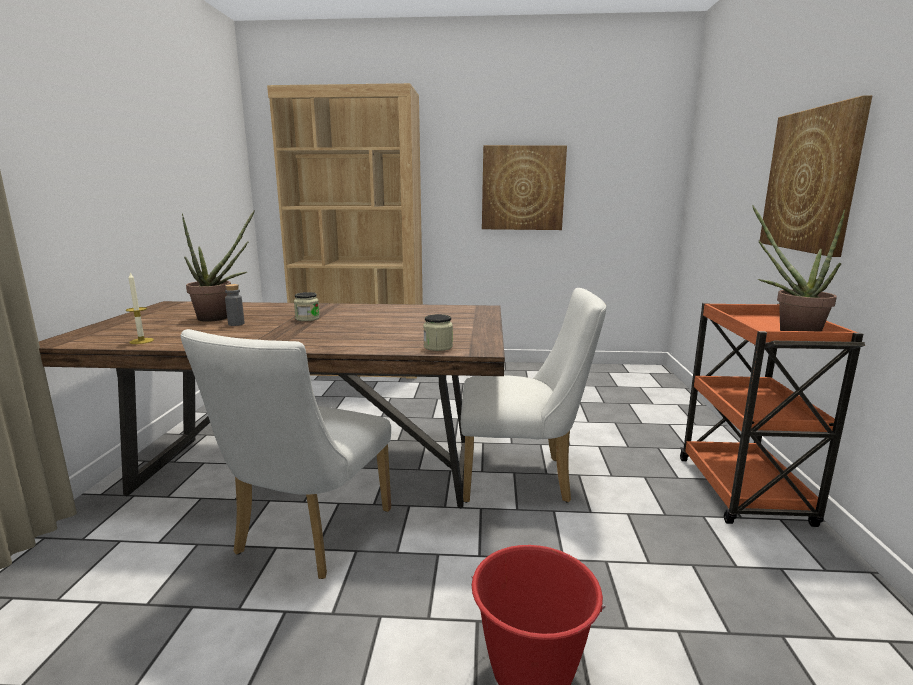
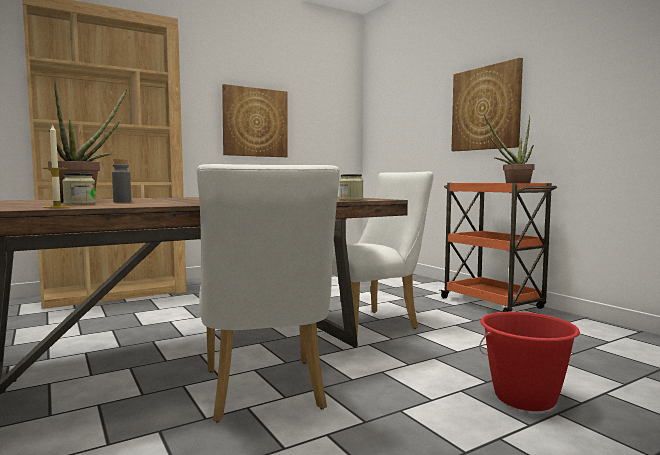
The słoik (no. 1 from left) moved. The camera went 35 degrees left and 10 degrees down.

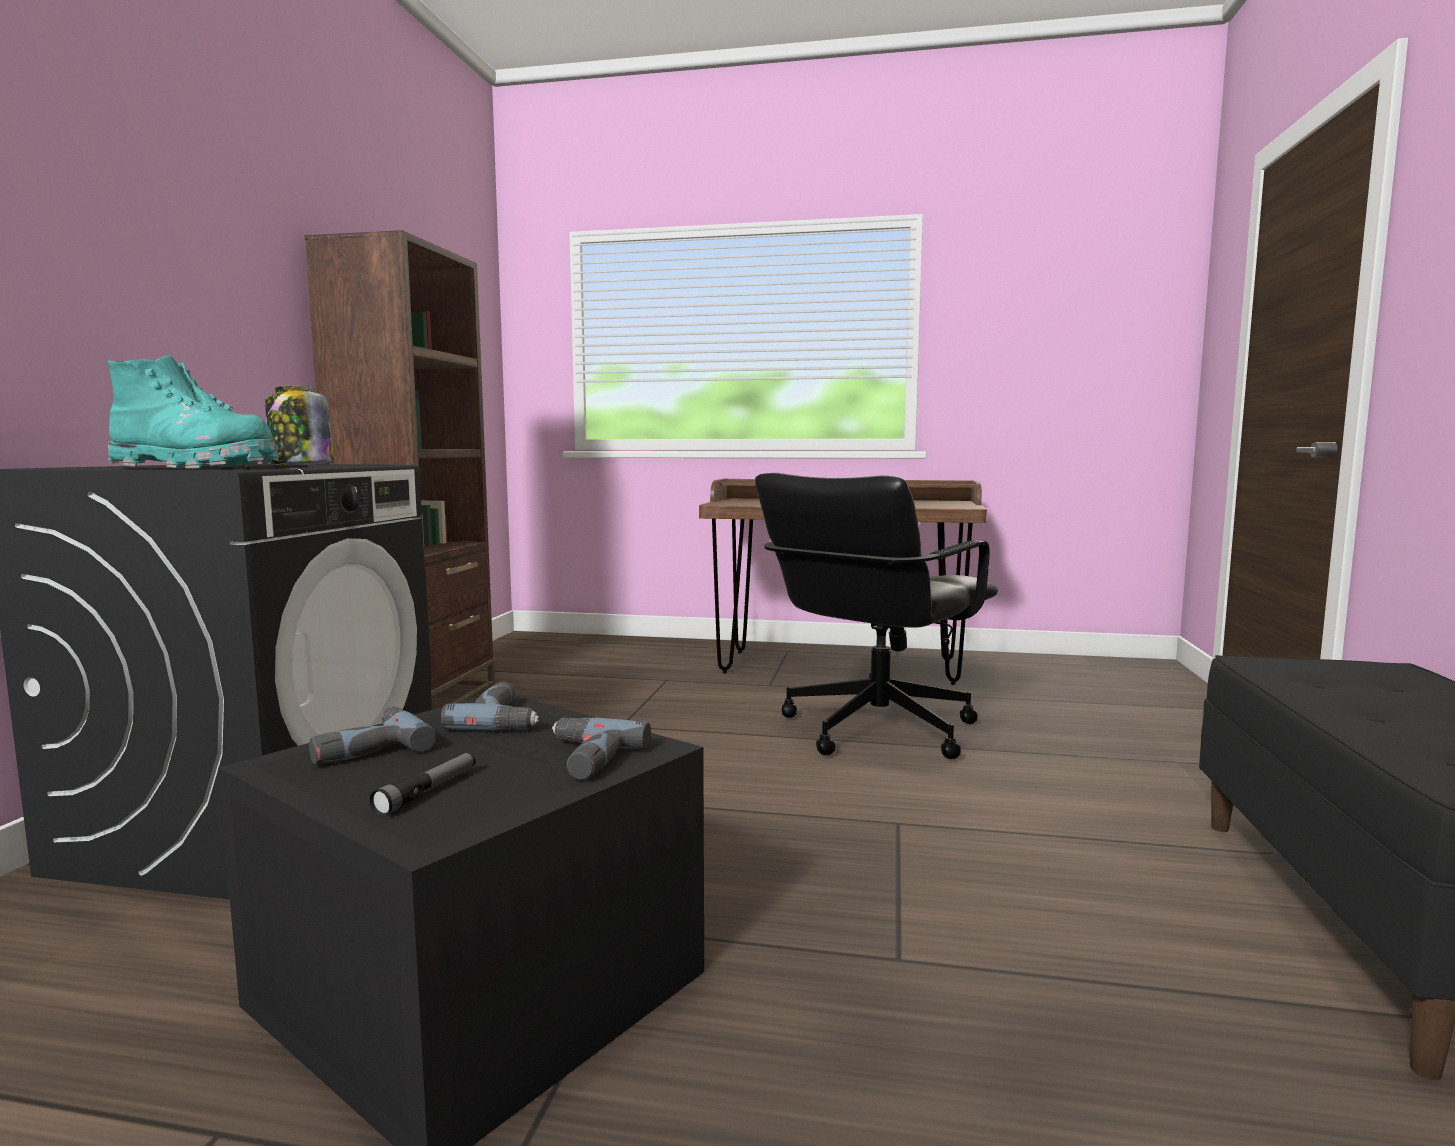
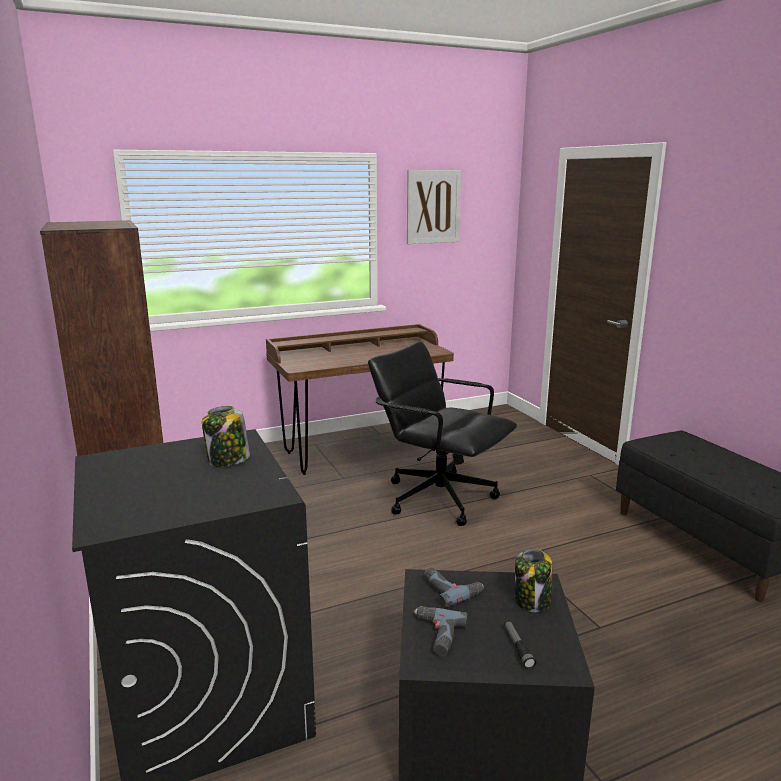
The but z cholewką [turkusowy] disappeared. The wiertarka (no. 3 from left) was replaced by the słoik (no. 2 from left). The krzesło biurowe [czarny] turned 120 degrees clockwise. The obraz appeared. The camera went 35 degrees left and 10 degrees up.

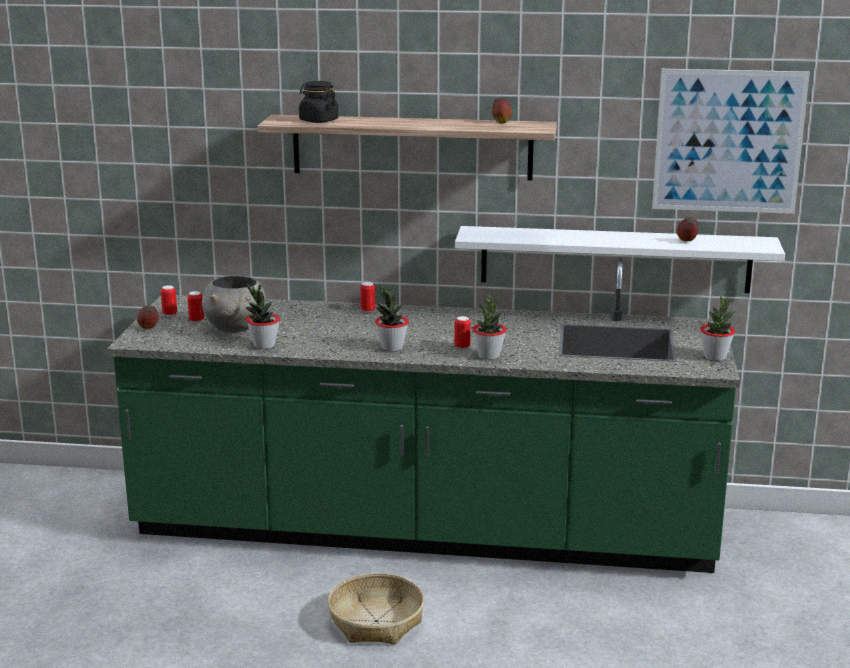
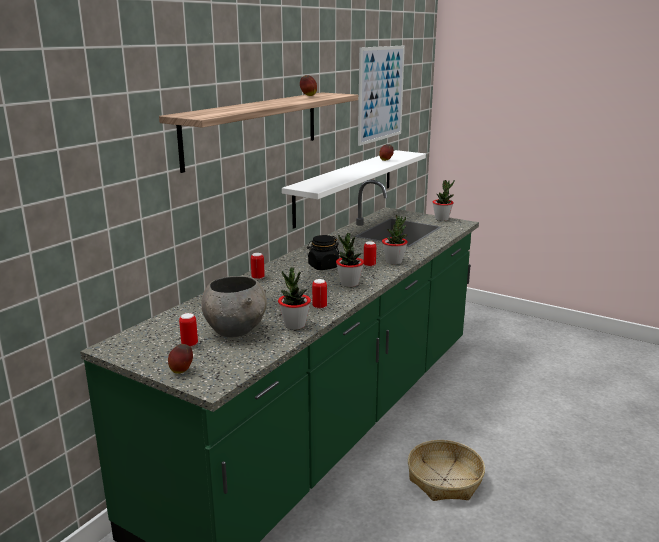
The puszka (no. 1 from left in the first image) moved. The słoik [czarny] moved. The camera went 65 degrees left and 0 degrees up.

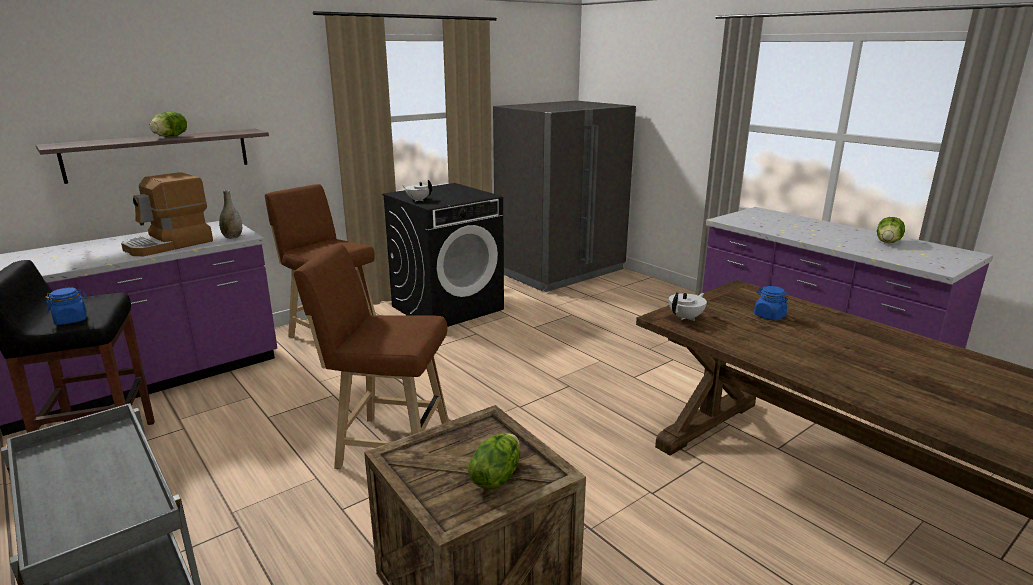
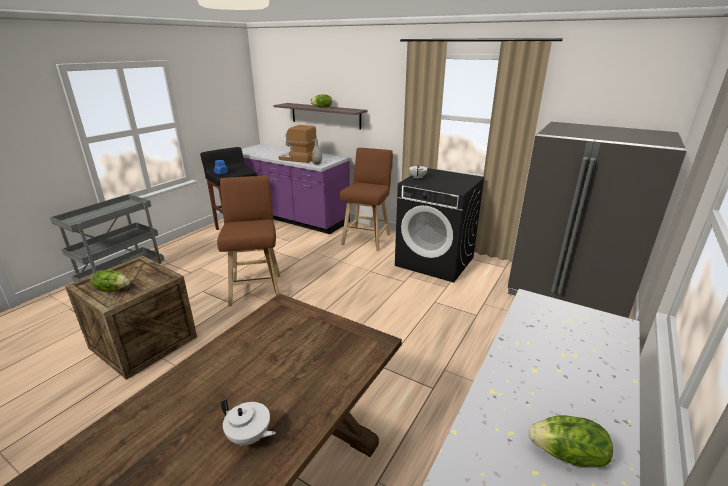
The imbryk [biały] (no. 2 from left in the first image) moved. The słoik [niebieski] (no. 2 from left) disappeared. The camera went 70 degrees right and 5 degrees up.

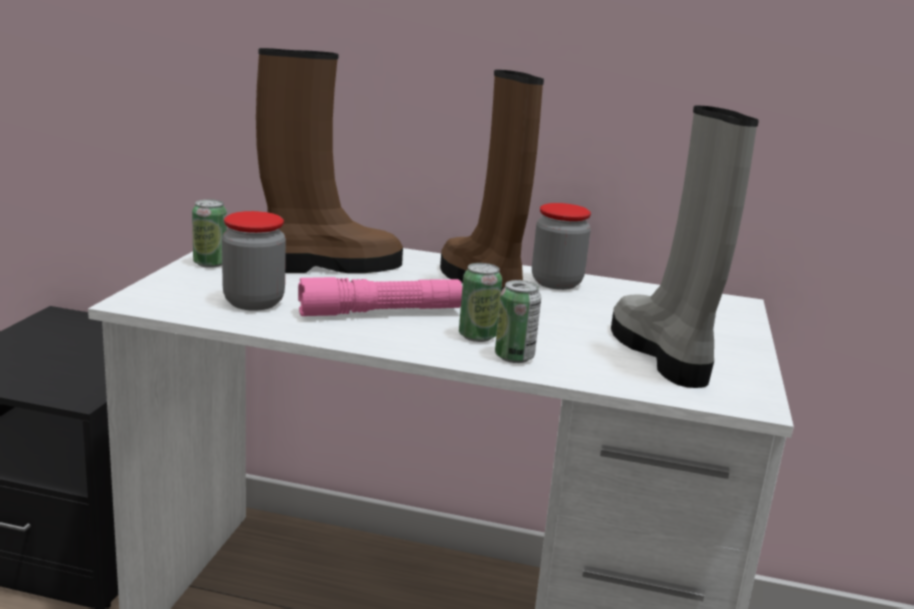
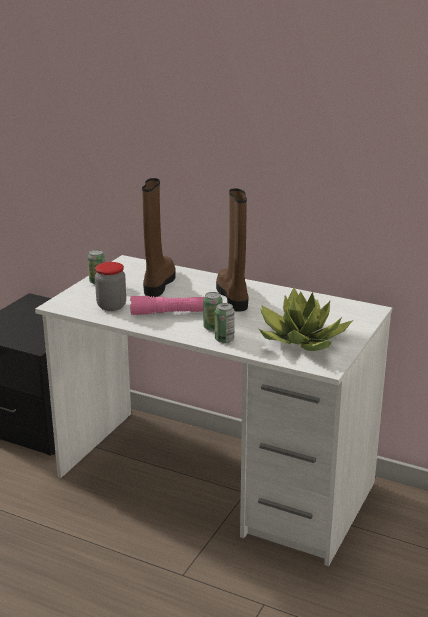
The but z cholewką [brązowy] (no. 1 from left) turned 75 degrees counterclockwise. The słoik (no. 2 from left) disappeared. The but z cholewką [szary] was replaced by the roślina doniczkowa. The camera went 15 degrees right and 5 degrees up.

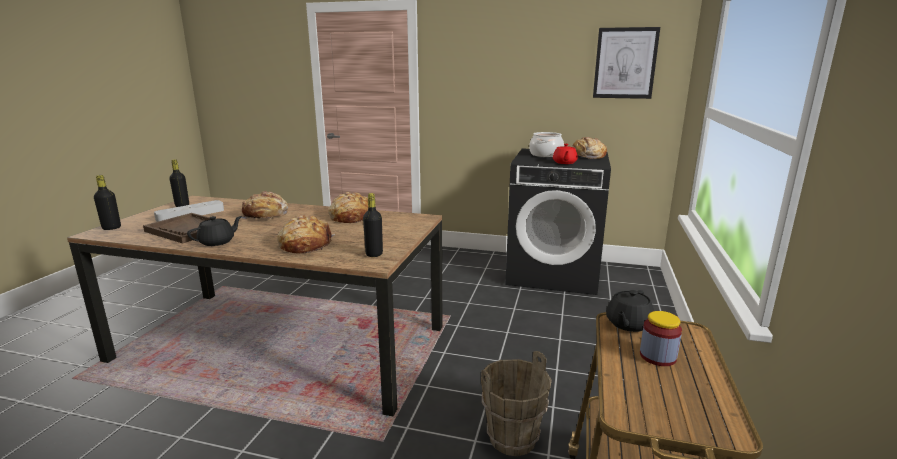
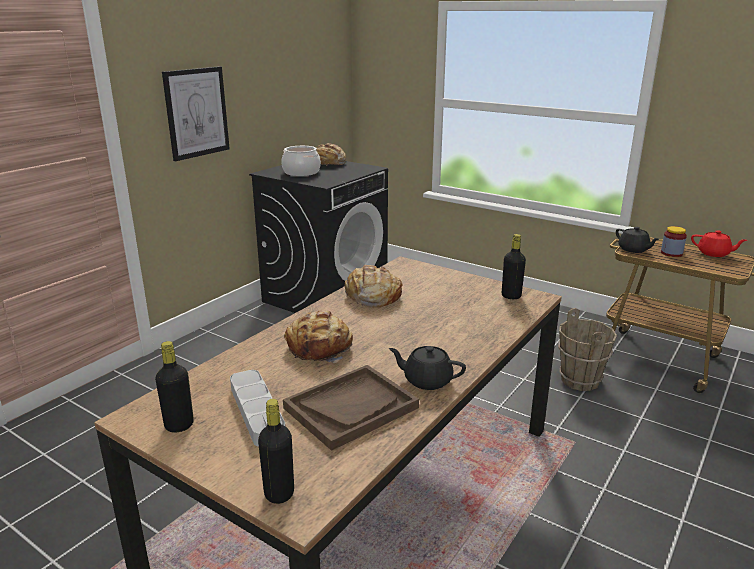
The imbryk [czarny] (no. 1 from left) turned 45 degrees counterclockwise. The chleb (no. 2 from left) disappeared. The imbryk [czerwony] moved. The obraz moved. The camera went 70 degrees left and 5 degrees up.

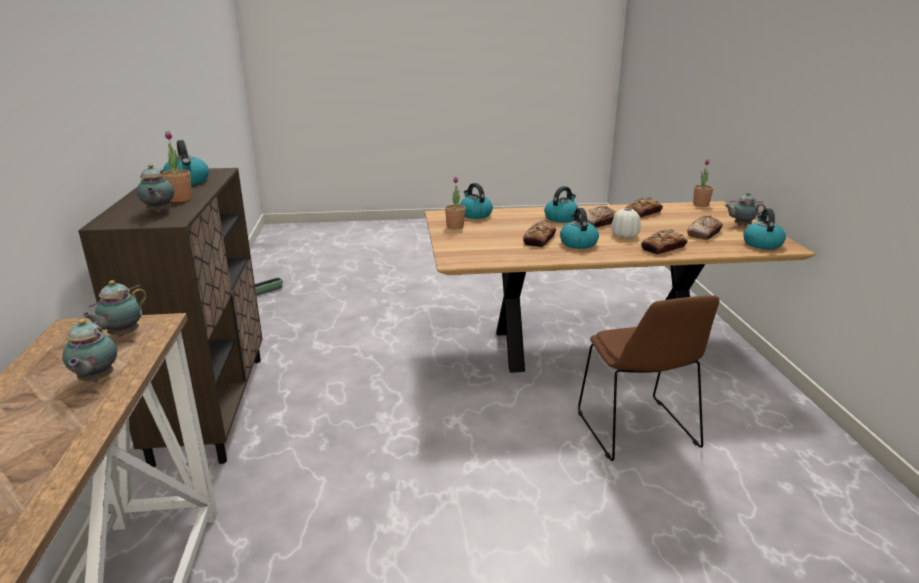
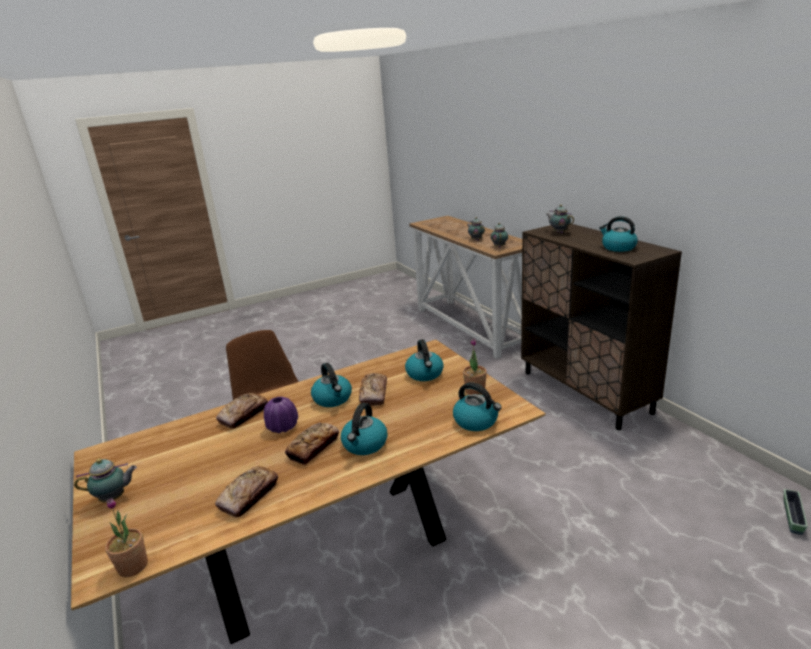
The roślina doniczkowa (no. 1 from left) disappeared. The wazon [biały] became the wazon [fioletowy]. The chleb (no. 5 from left) disappeared. The czajnik (no. 5 from left in the first image) moved. The camera went 160 degrees right and 0 degrees up.

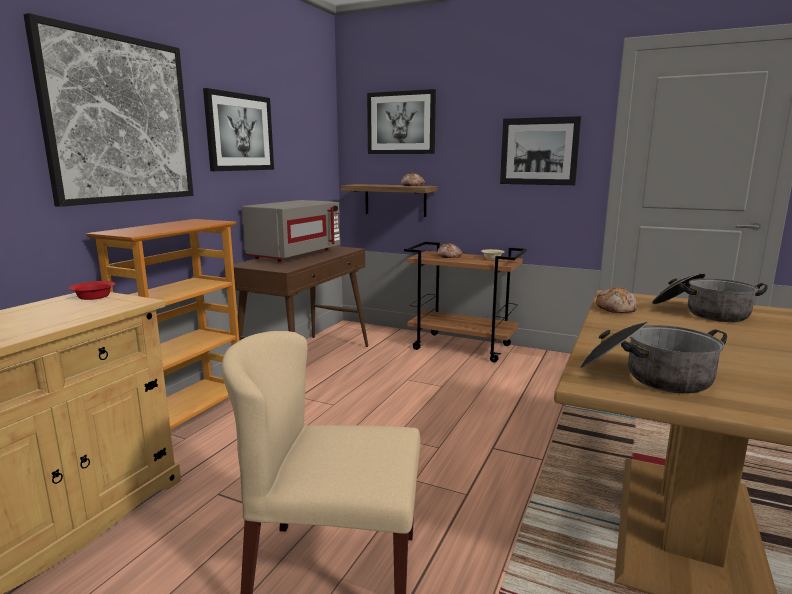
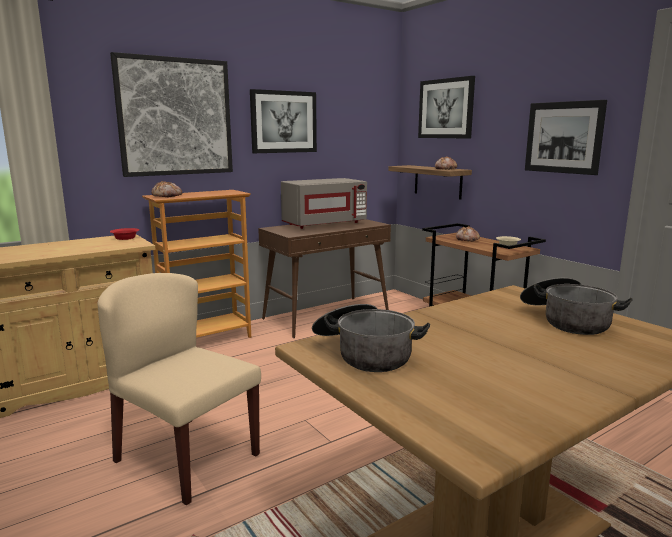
The chleb (no. 3 from left in the first image) moved. The camera went 30 degrees right and 0 degrees up.

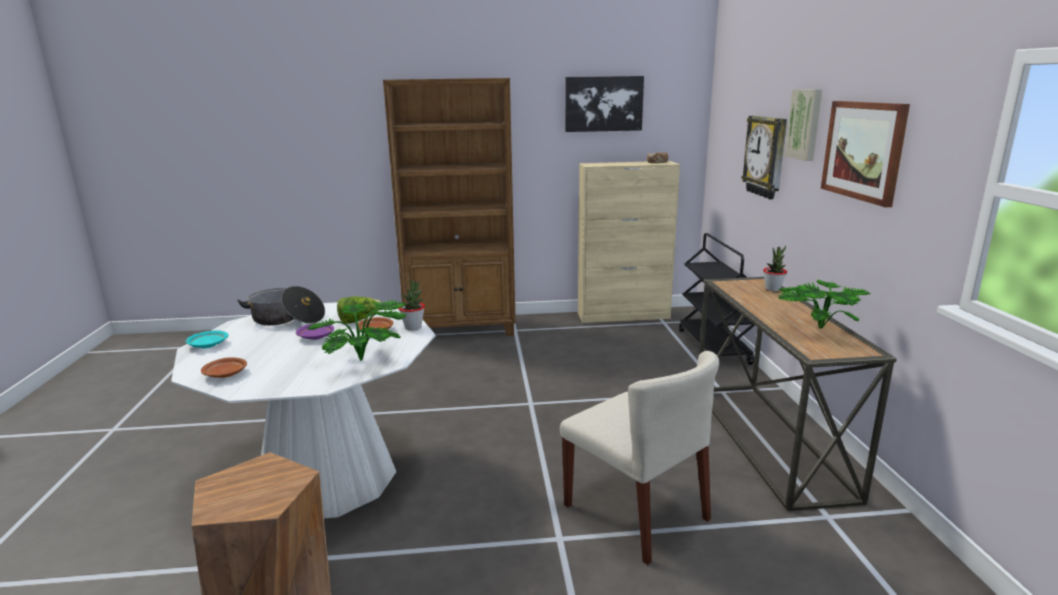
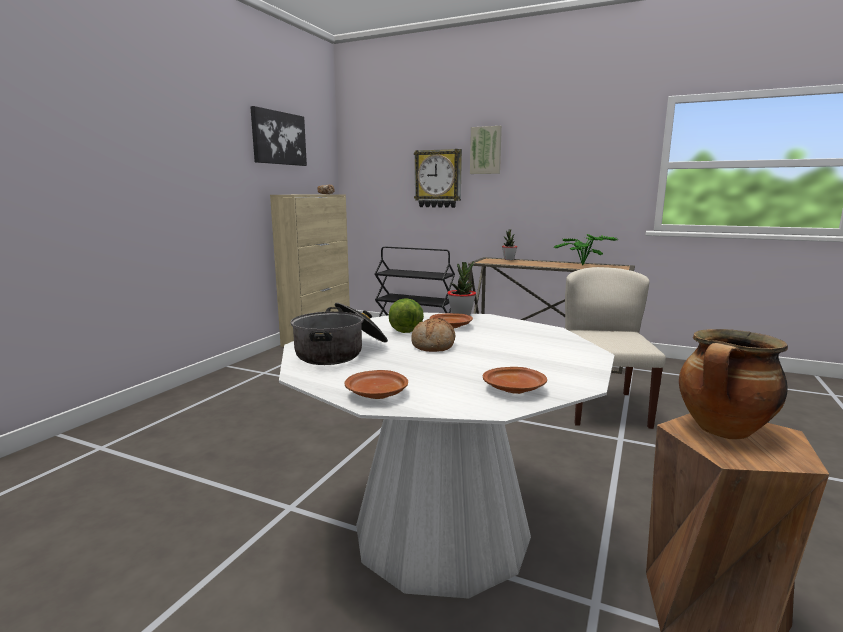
The talerz [turkusowy] became the talerz [brązowy] (no. 1 from left). The talerz [fioletowy] was replaced by the chleb (no. 2 from left). The roślina doniczkowa (no. 1 from left) disappeared. The regał [brązowy] disappeared. The krzesło [beżowy] turned 75 degrees counterclockwise. The obraz (no. 3 from left) disappeared. The garnek (no. 2 from left) appeared. The camera went 60 degrees left and 5 degrees down.

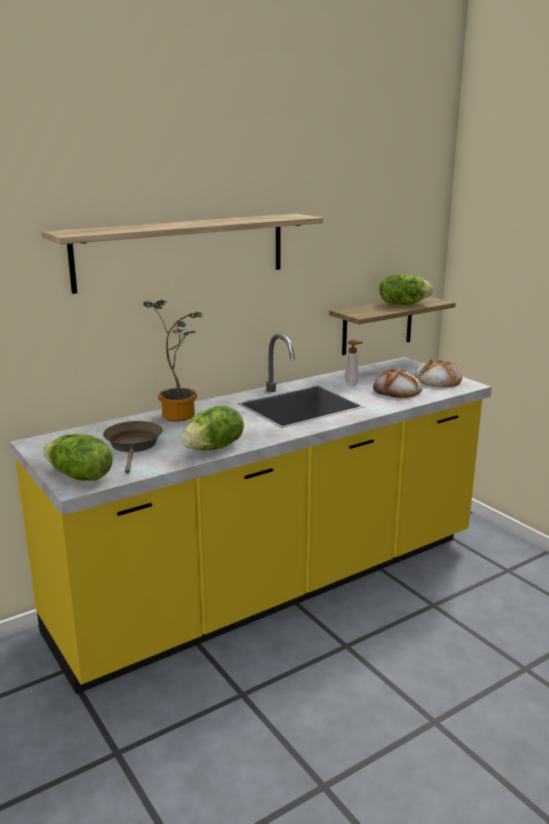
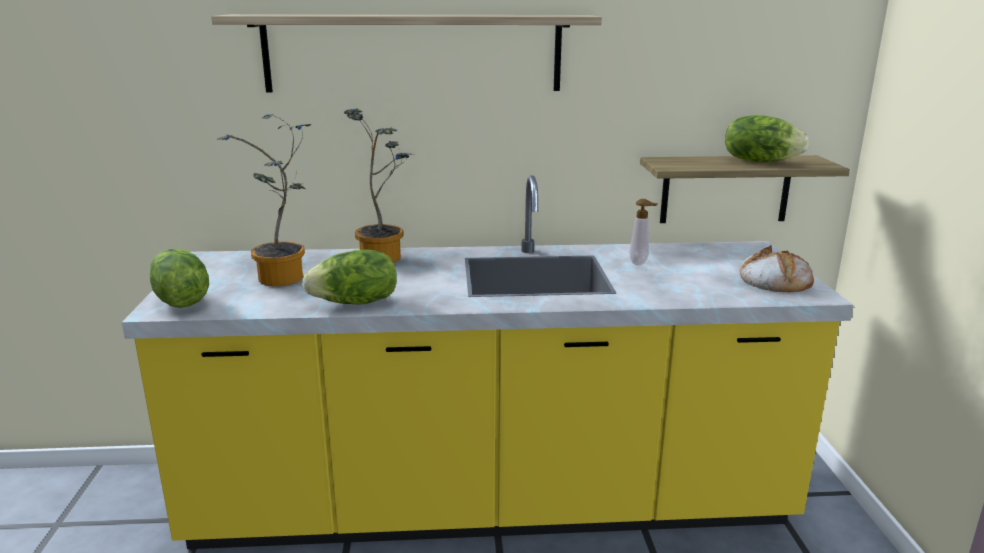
The patelnia [brązowy] was replaced by the roślina doniczkowa (no. 1 from left). The chleb (no. 1 from left) disappeared. The camera went 30 degrees right and 0 degrees up.

